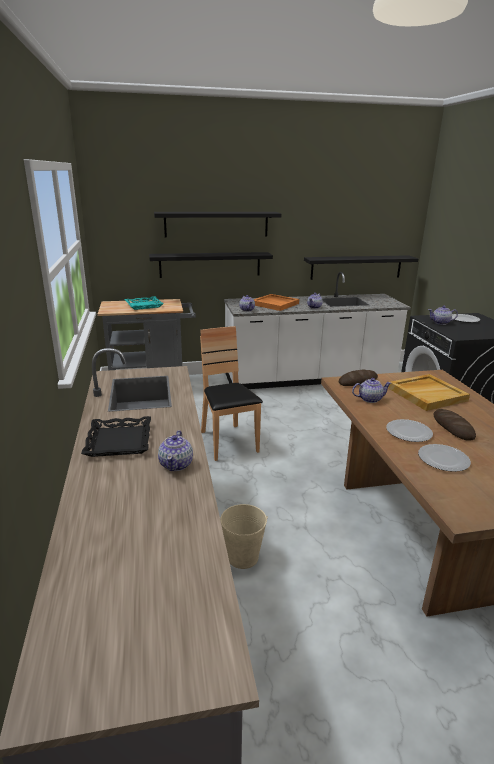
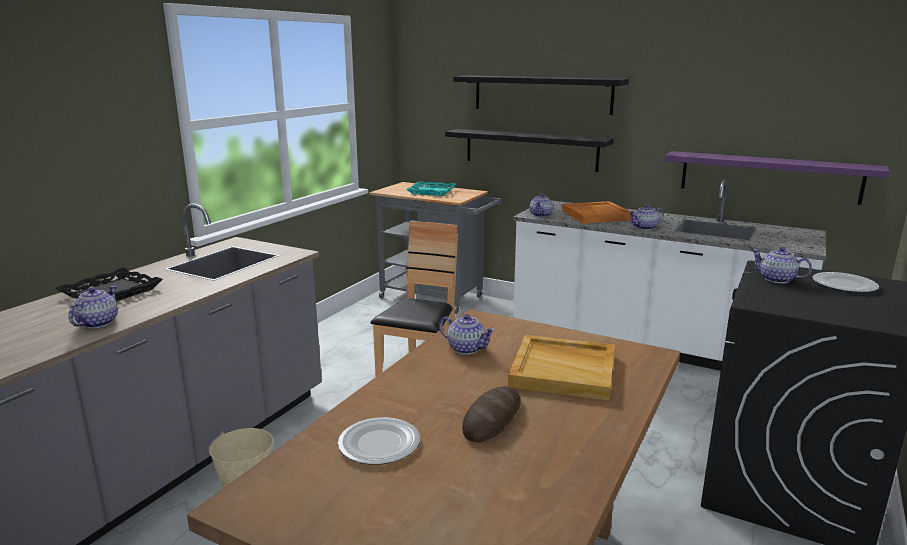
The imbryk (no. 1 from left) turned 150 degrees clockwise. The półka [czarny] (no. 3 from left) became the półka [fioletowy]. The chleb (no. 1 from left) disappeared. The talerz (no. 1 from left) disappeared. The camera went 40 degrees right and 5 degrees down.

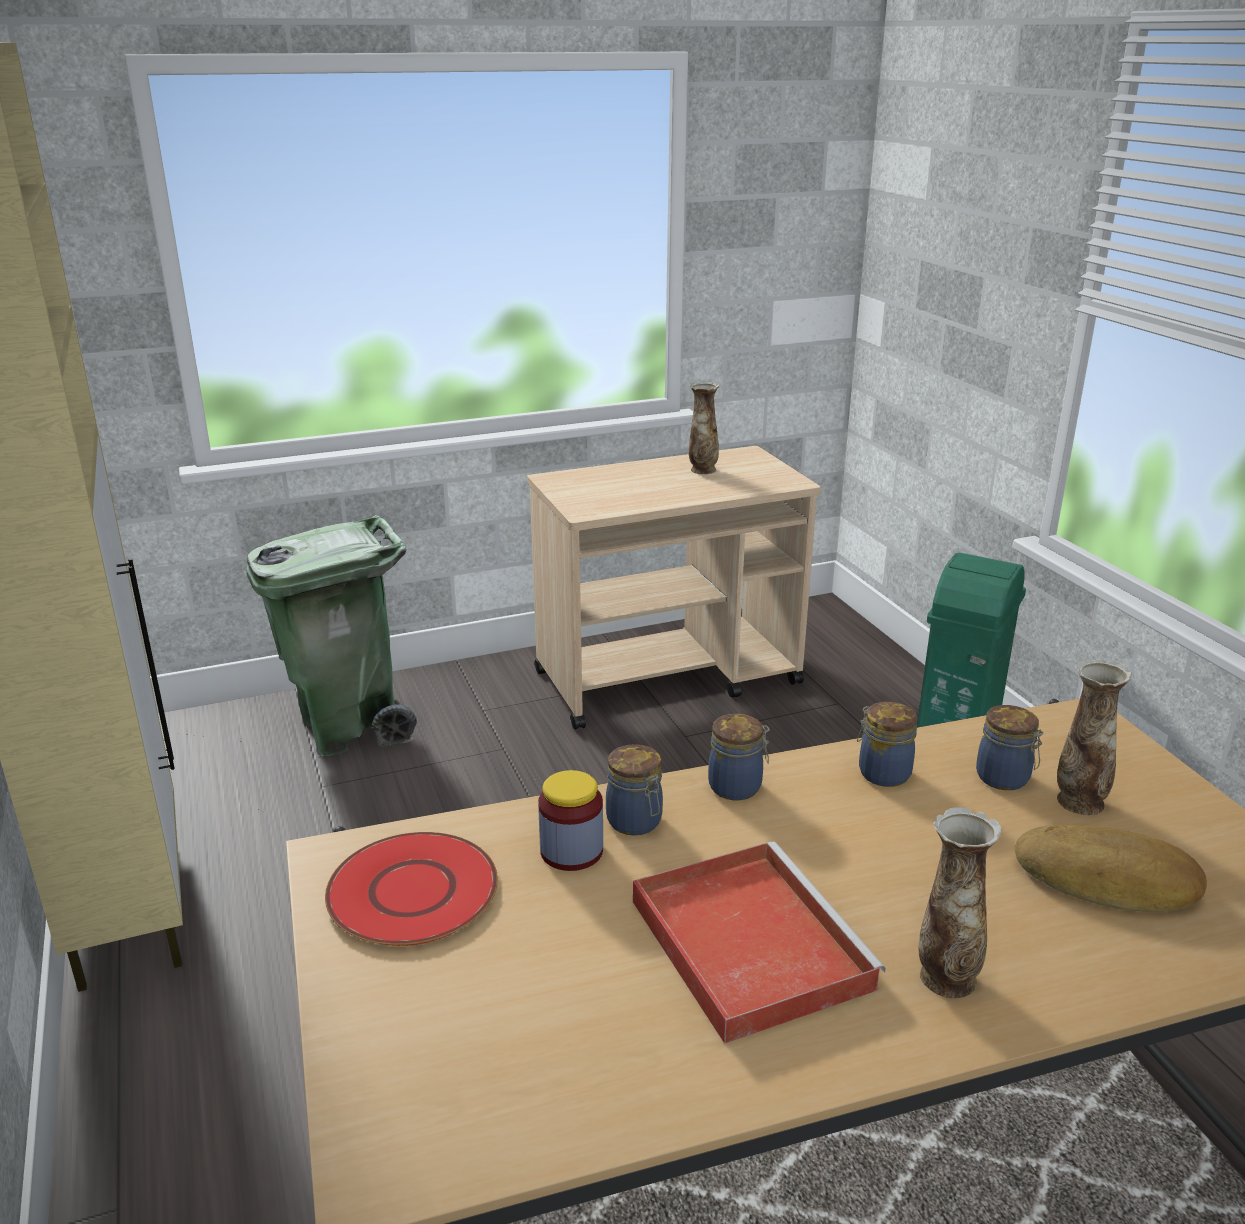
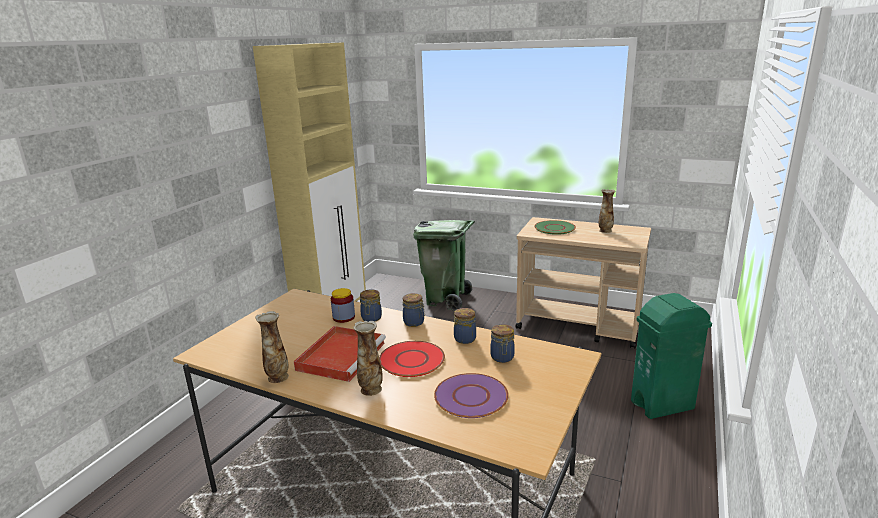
The talerz [czerwony] moved. The chleb was replaced by the talerz [fioletowy]. The wazon (no. 3 from left in the first image) moved. The talerz [zielony] appeared. The camera went 45 degrees right and 5 degrees down.

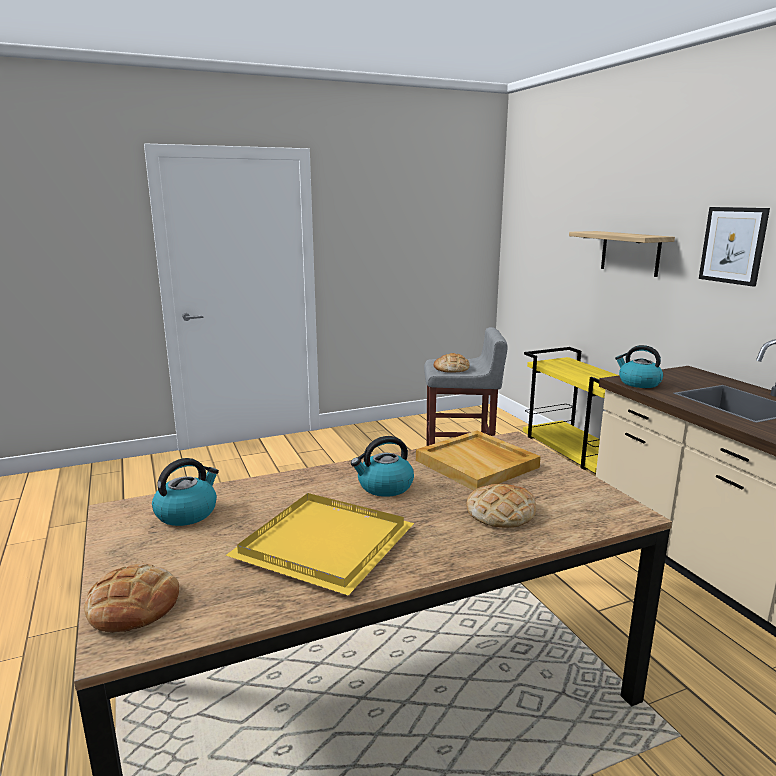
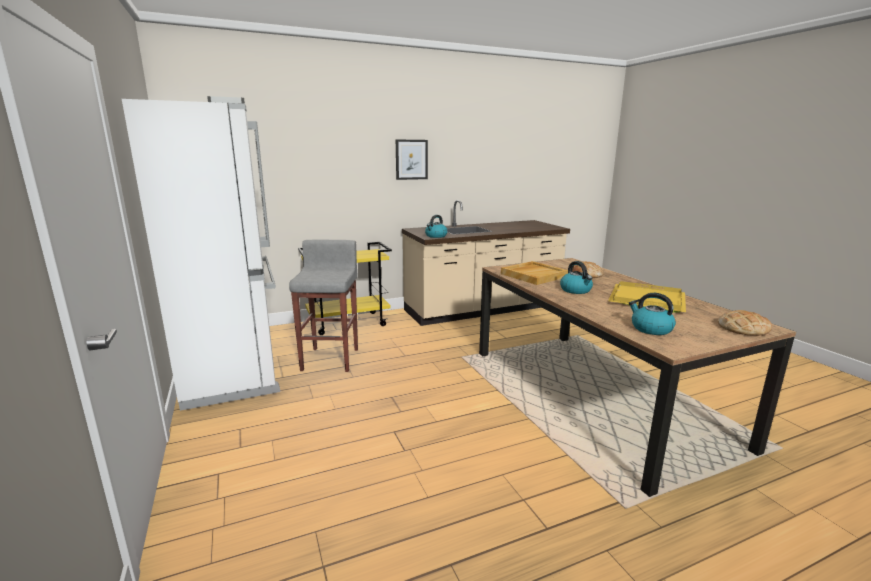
The chleb (no. 2 from left) disappeared. The półka disappeared. The lodówka [biały] appeared. The camera went 90 degrees left and 0 degrees up.

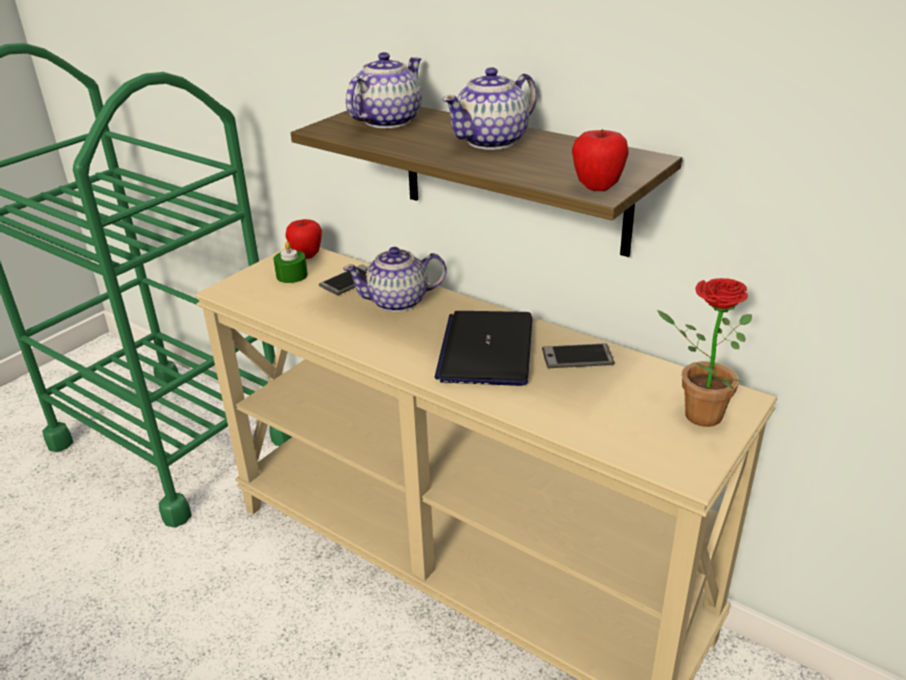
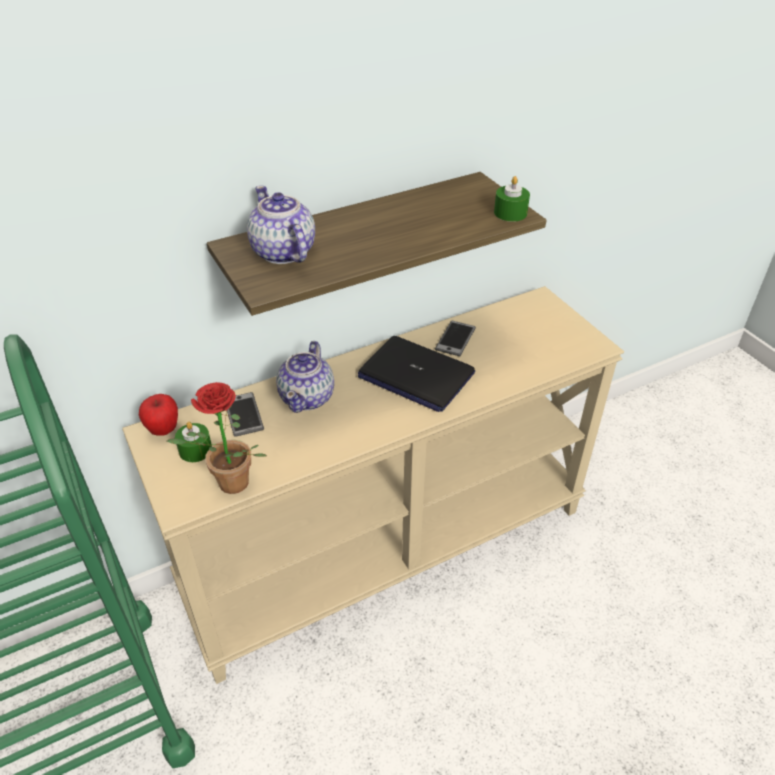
The imbryk (no. 3 from left) disappeared. The jabłko (no. 2 from left) was replaced by the świeca [zielony] (no. 2 from left). The roślina doniczkowa moved. The camera went 65 degrees left and 10 degrees up.

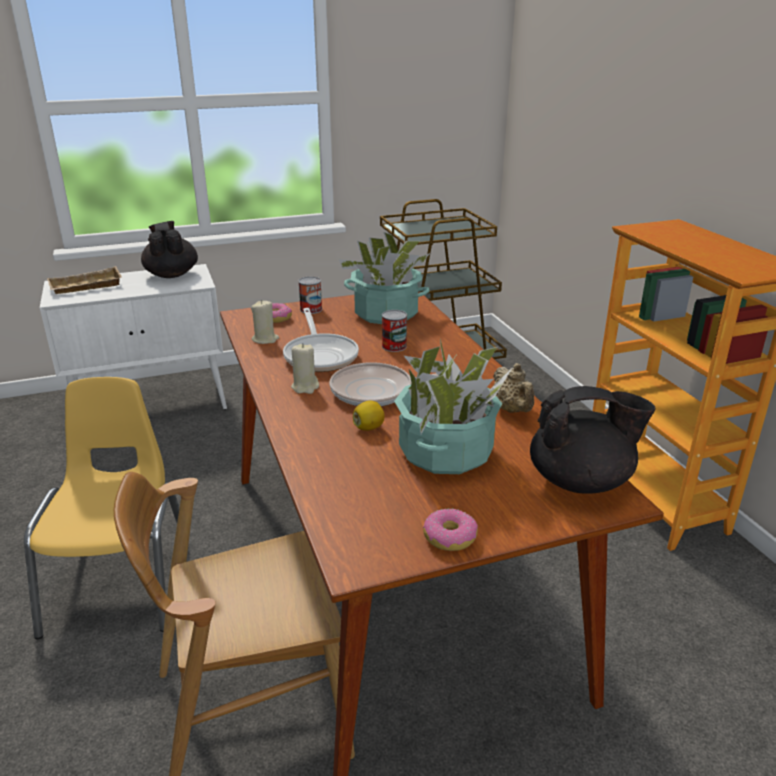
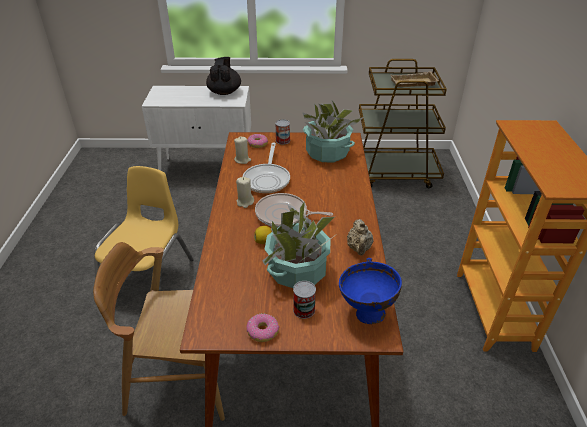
The taca [beżowy] moved. The puszka (no. 2 from left) moved. The imbryk [czarny] (no. 2 from left) was replaced by the miska [niebieski]. The camera went 20 degrees right and 10 degrees up.

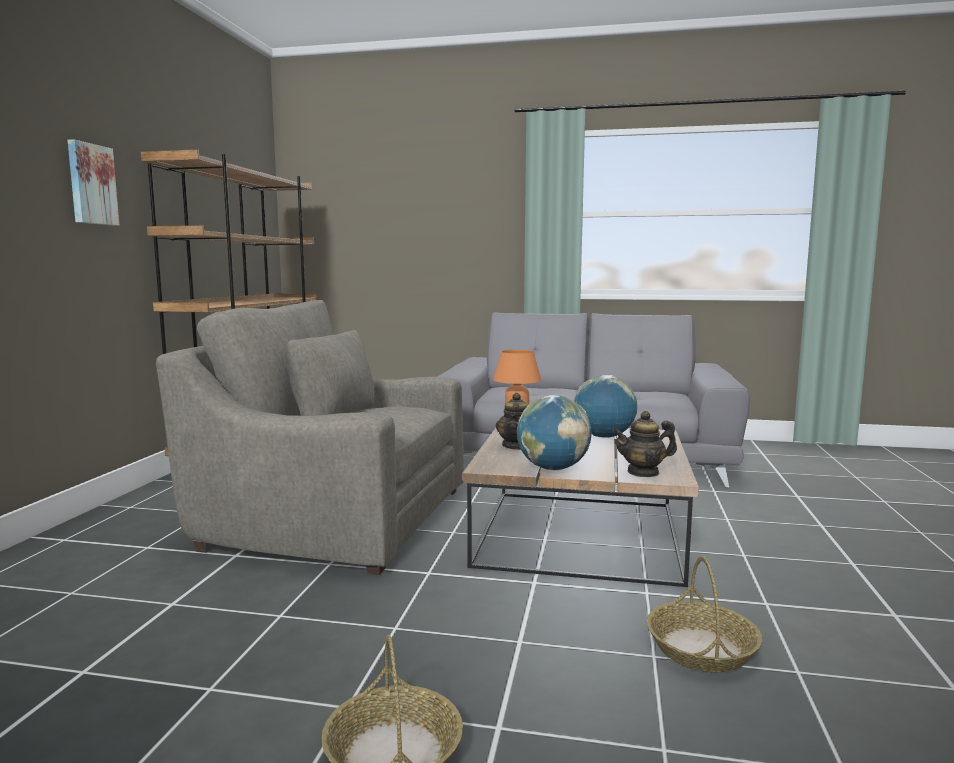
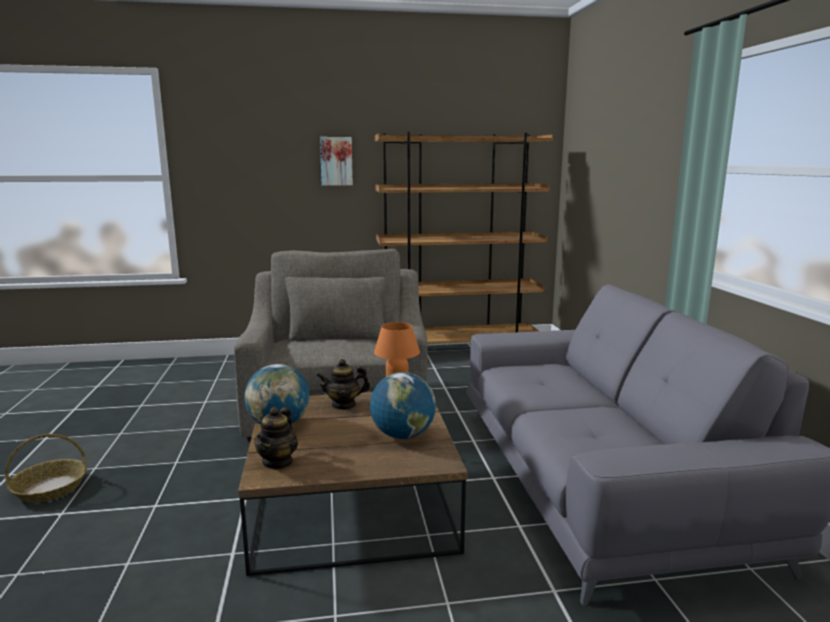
The imbryk (no. 2 from left in the first image) turned 135 degrees counterclockwise. The koszyk (no. 2 from left) disappeared. The camera went 70 degrees right and 5 degrees up.

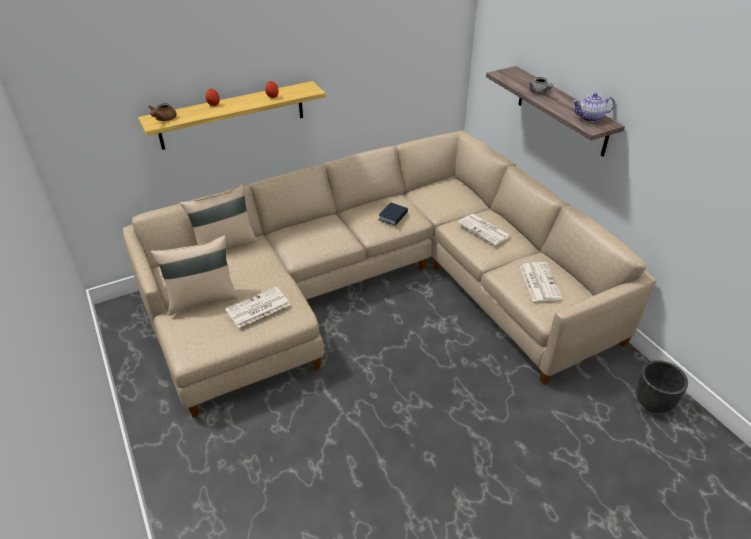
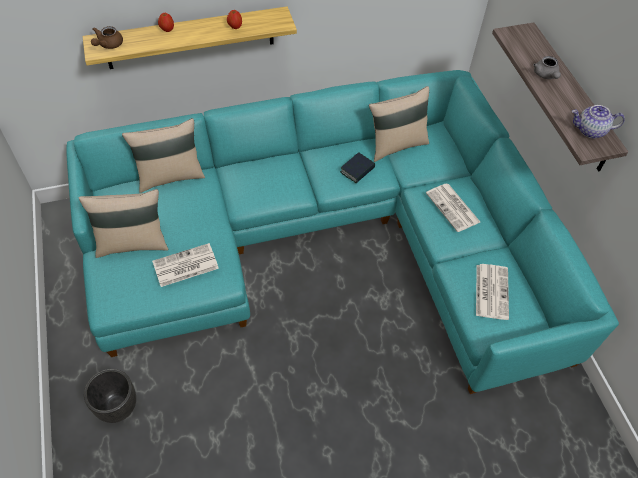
The kanapa [beżowy] became the kanapa [turkusowy]. The donica [czarny] moved. The poduszka [beżowy] (no. 3 from left) appeared. The camera went 10 degrees right and 15 degrees up.

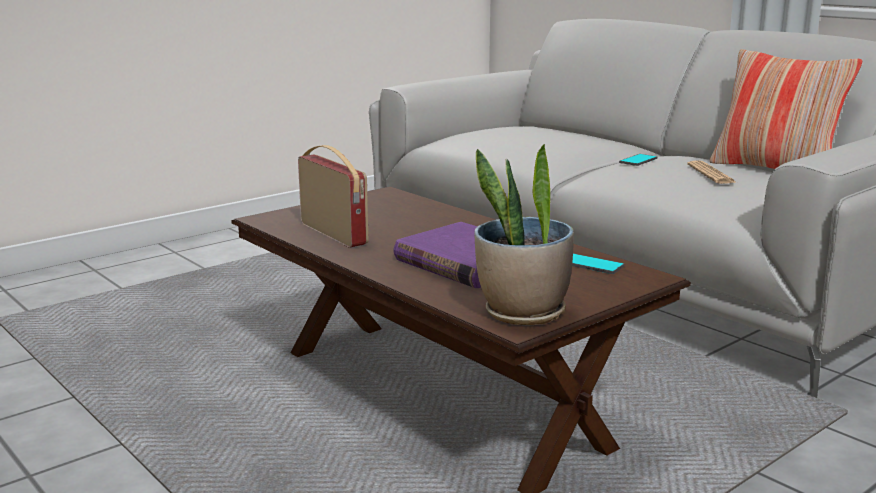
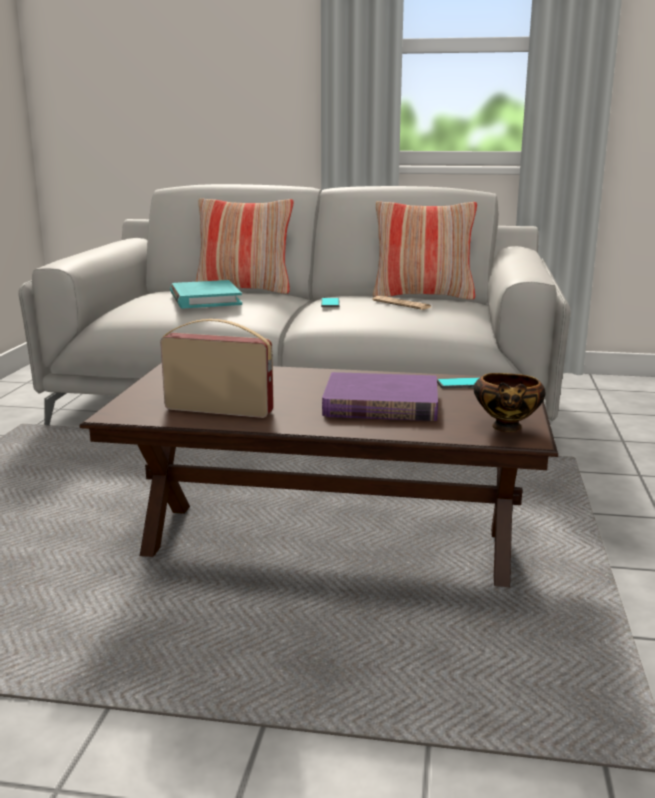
The roślina doniczkowa was replaced by the miska. The książka [turkusowy] appeared. The poduszka (no. 1 from left) appeared. The camera went 40 degrees left and 0 degrees up.

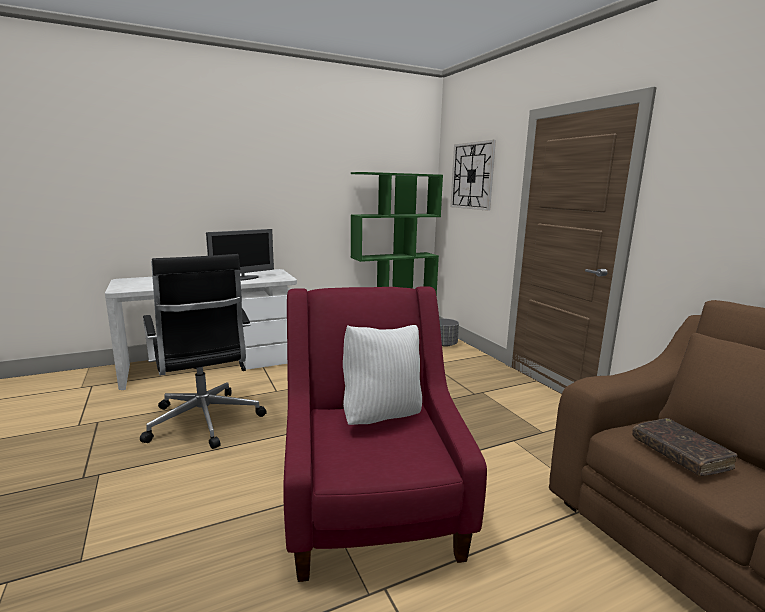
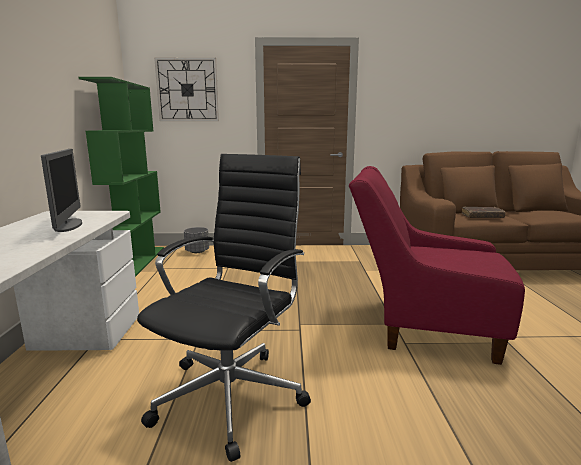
The krzesło biurowe [czarny] turned 60 degrees counterclockwise. The poduszka [biały] disappeared. The camera went 65 degrees left and 0 degrees up.

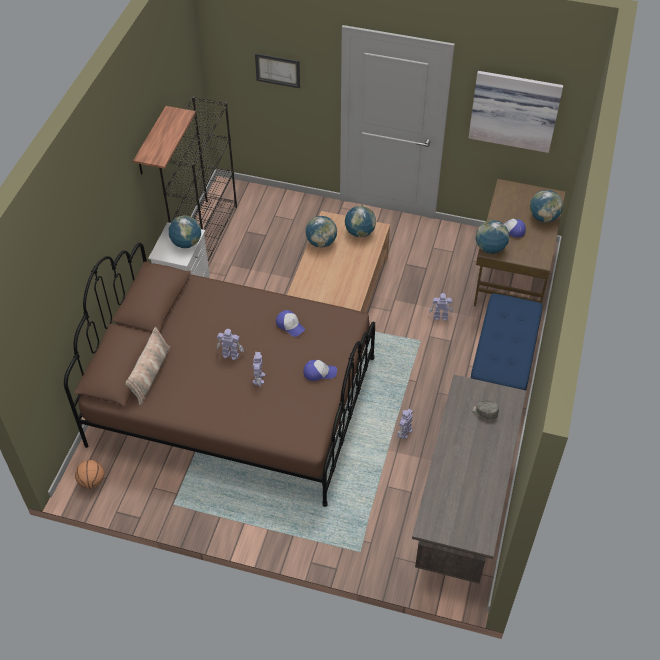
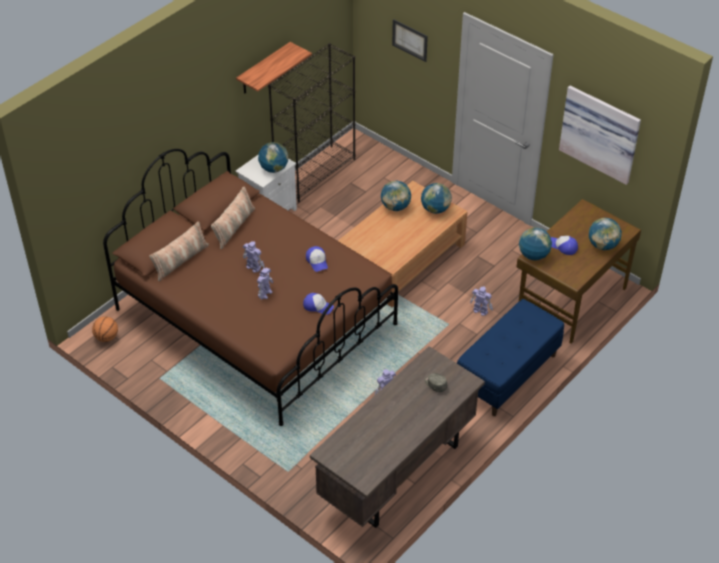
The poduszka (no. 2 from left) appeared. The camera went 25 degrees right and 5 degrees down.

